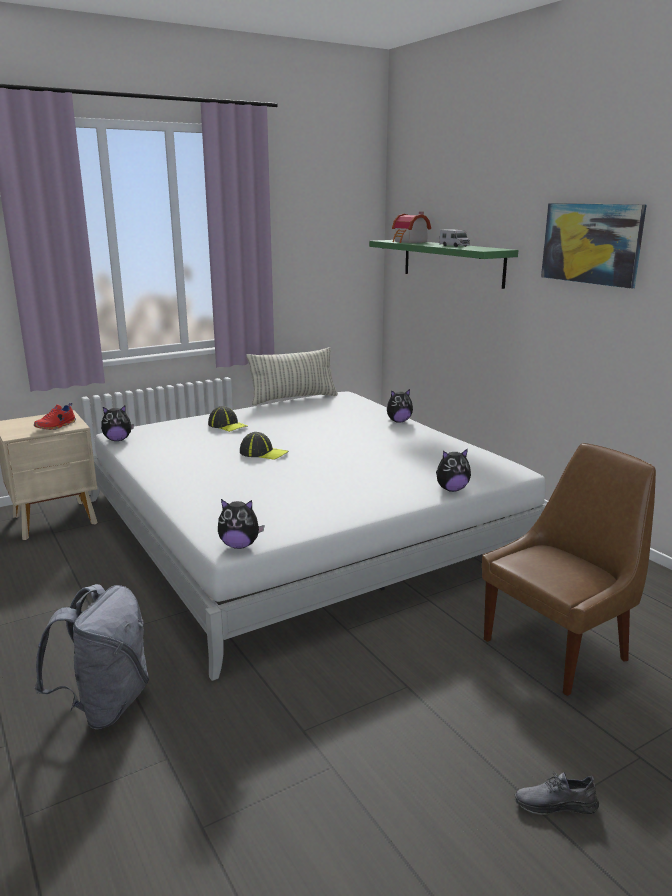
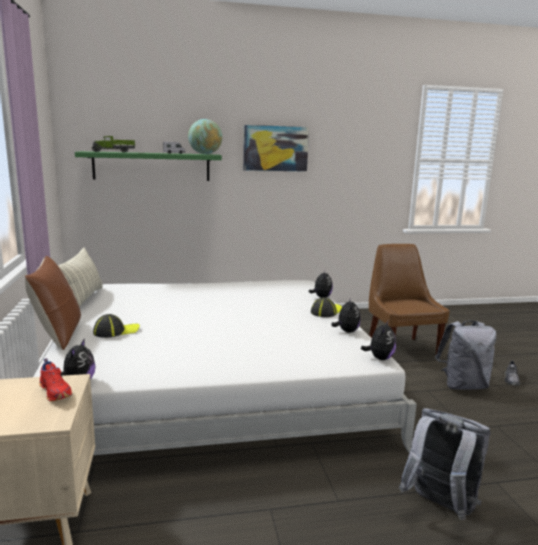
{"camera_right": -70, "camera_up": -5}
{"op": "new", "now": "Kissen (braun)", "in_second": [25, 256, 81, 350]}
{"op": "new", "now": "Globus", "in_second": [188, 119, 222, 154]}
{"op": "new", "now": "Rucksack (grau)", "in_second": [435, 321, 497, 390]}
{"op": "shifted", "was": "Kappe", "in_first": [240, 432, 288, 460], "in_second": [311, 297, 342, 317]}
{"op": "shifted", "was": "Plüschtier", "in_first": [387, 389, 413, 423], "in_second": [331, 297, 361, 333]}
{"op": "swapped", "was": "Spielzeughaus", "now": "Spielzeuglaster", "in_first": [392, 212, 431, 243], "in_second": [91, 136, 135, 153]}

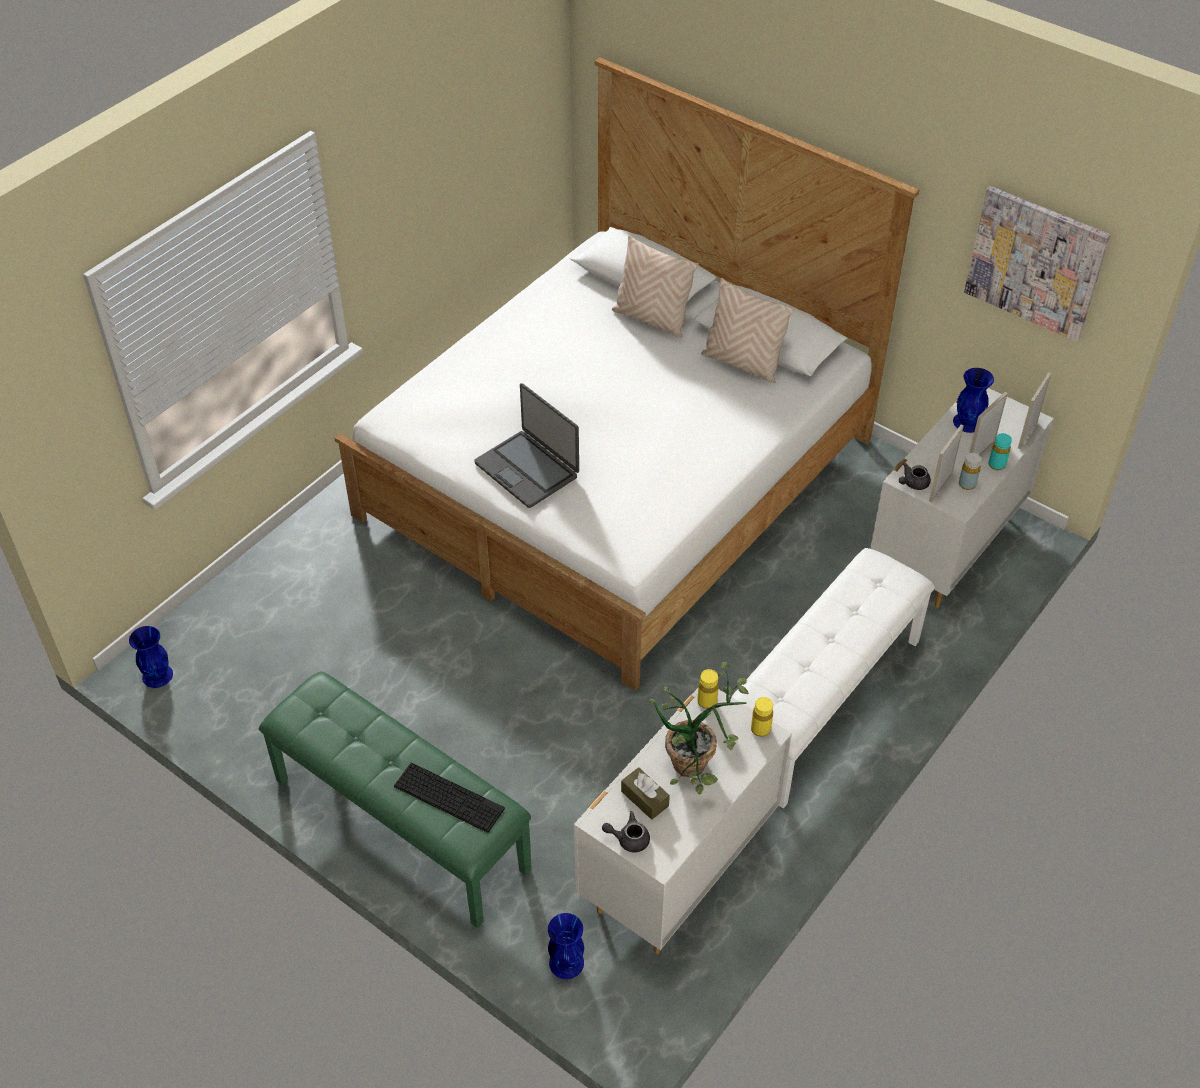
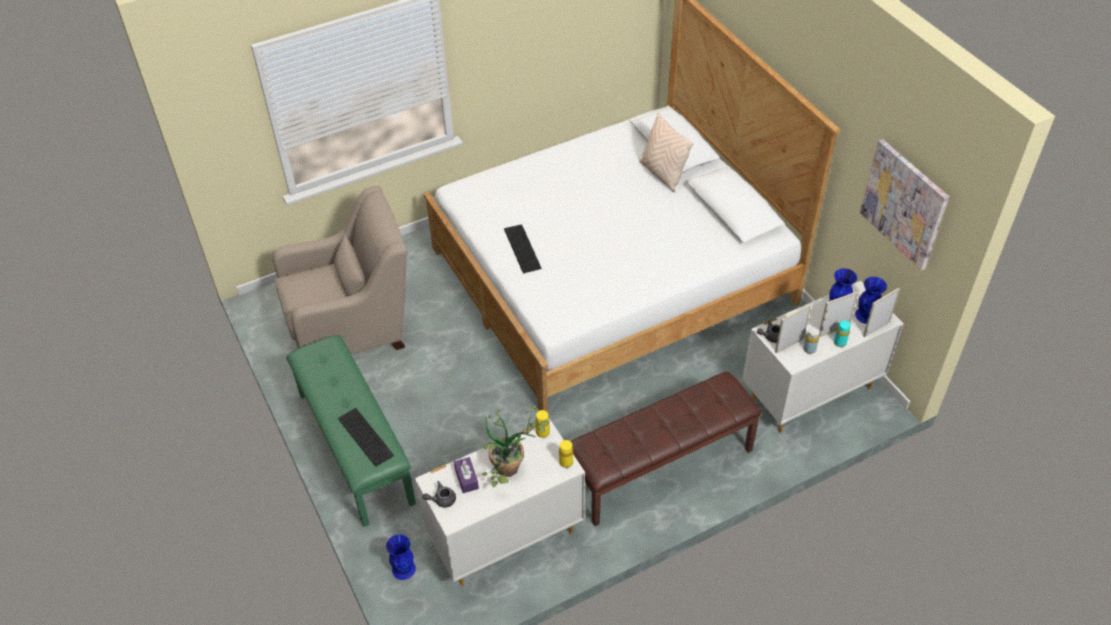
{"camera_right": 25, "camera_up": 0}
{"op": "gone", "was": "Kissen (beige)", "in_first": [701, 278, 795, 383]}
{"op": "new", "now": "Sessel (beige)", "in_second": [273, 186, 407, 354]}
{"op": "shifted", "was": "Vase (blau)", "in_first": [129, 626, 173, 688], "in_second": [855, 277, 887, 324]}
{"op": "swapped", "was": "Laptop", "now": "Tastatur", "in_first": [474, 383, 579, 508], "in_second": [504, 224, 542, 273]}
{"op": "repainted", "was": "Taschentuchbox (braun)", "now": "Taschentuchbox (lila)", "in_first": [621, 767, 670, 820], "in_second": [454, 457, 479, 493]}
{"op": "repainted", "was": "Bank (weiß)", "now": "Bank (braun)", "in_first": [732, 548, 935, 809], "in_second": [571, 372, 762, 526]}
{"op": "rotated", "was": "Teekanne (grau)", "in_first": [602, 811, 650, 853], "in_second": [422, 481, 456, 508], "clockwise": -45}

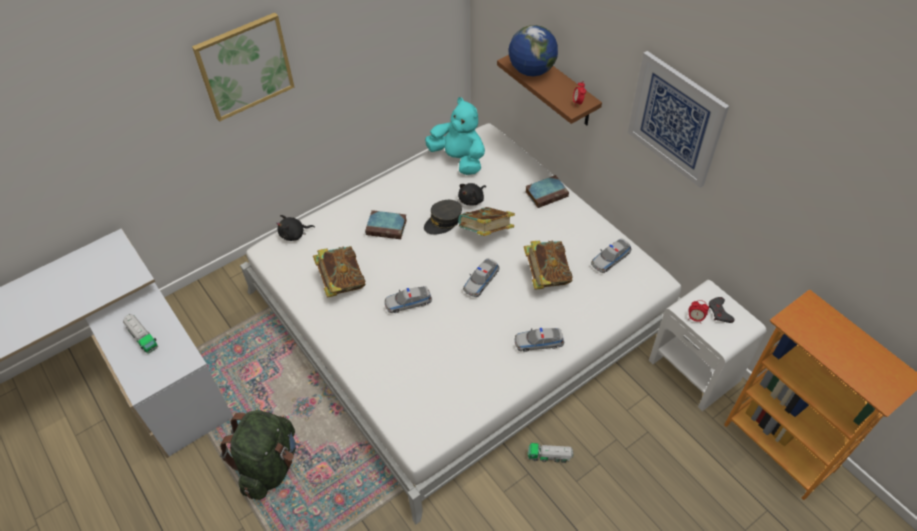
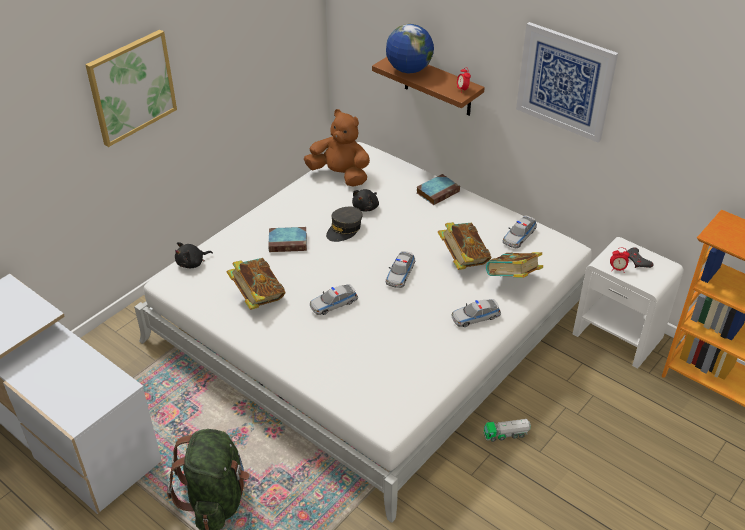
{"camera_right": -15, "camera_up": -10}
{"op": "gone", "was": "Spielzeuglaster", "in_first": [123, 314, 158, 354]}
{"op": "shifted", "was": "Buch", "in_first": [458, 207, 515, 236], "in_second": [486, 252, 543, 278]}
{"op": "repainted", "was": "Plüschtier (türkis)", "now": "Plüschtier (braun)", "in_first": [425, 97, 485, 175], "in_second": [304, 109, 370, 187]}

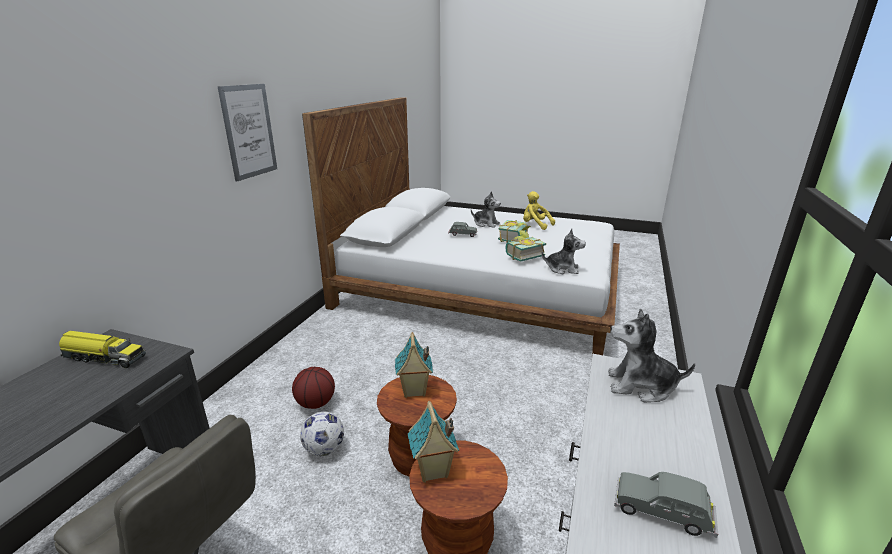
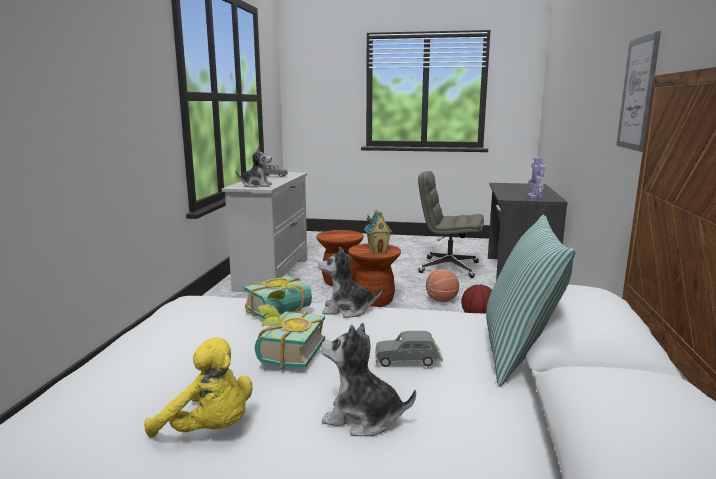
{"camera_right": 170, "camera_up": -10}
{"op": "gone", "was": "Spielzeughaus", "in_first": [408, 401, 459, 483]}
{"op": "new", "now": "Kissen", "in_second": [486, 215, 576, 386]}
{"op": "shifted", "was": "Plüschtier", "in_first": [542, 229, 586, 274], "in_second": [318, 247, 382, 318]}
{"op": "swapped", "was": "Spielzeuglaster", "now": "Spielzeugroboter", "in_first": [59, 331, 146, 368], "in_second": [528, 158, 545, 198]}
{"op": "swapped", "was": "Fußball", "now": "Basketball", "in_first": [300, 411, 344, 456], "in_second": [426, 269, 459, 302]}

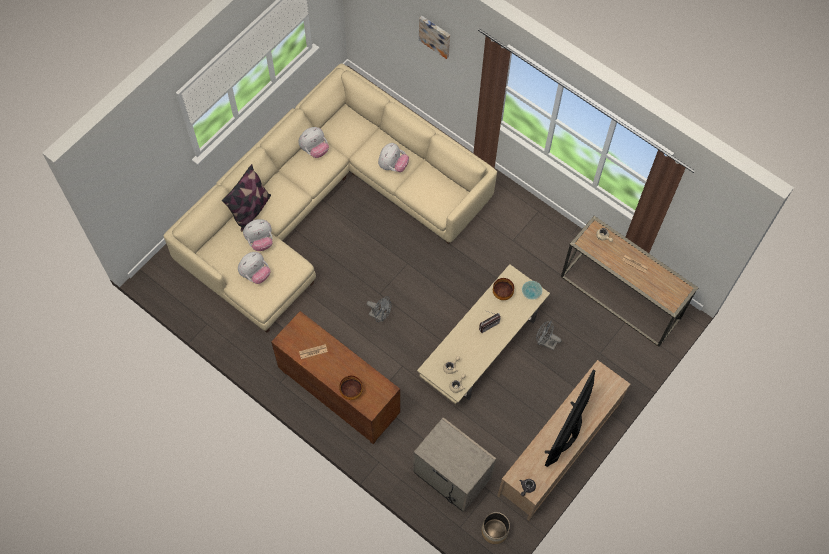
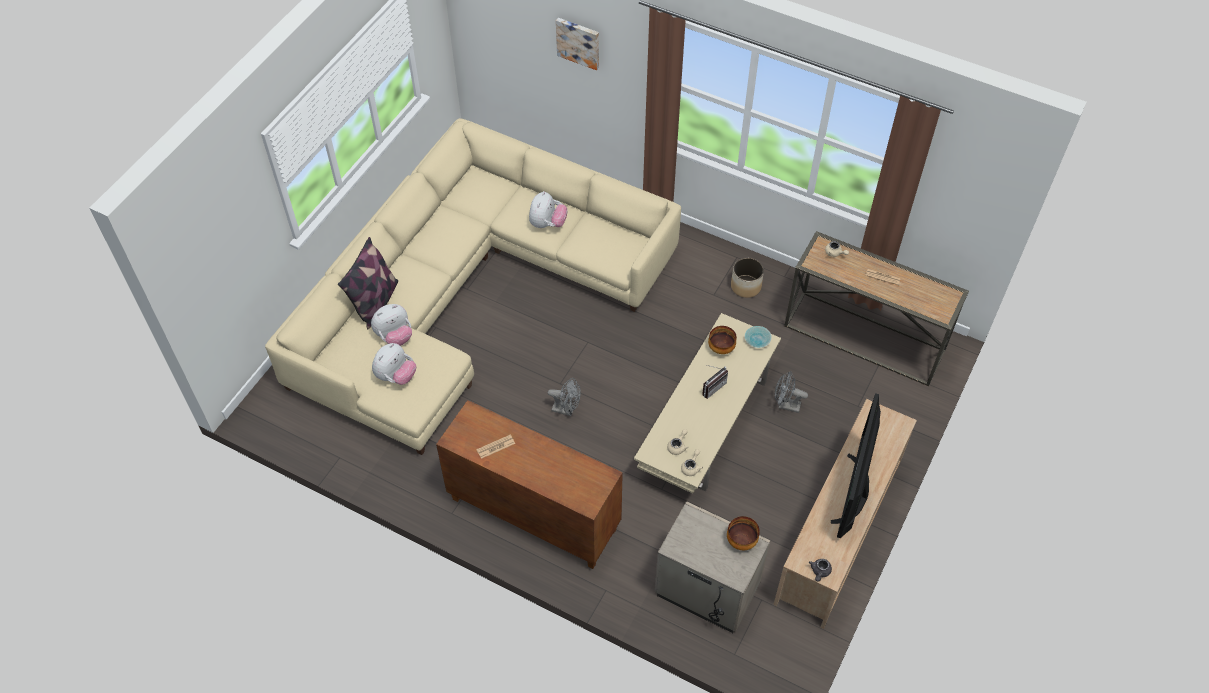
{"camera_right": -10, "camera_up": -10}
{"op": "gone", "was": "Plüschtier", "in_first": [299, 127, 329, 158]}
{"op": "shifted", "was": "Schüssel", "in_first": [339, 376, 363, 400], "in_second": [727, 516, 760, 550]}
{"op": "shifted", "was": "Pflanzkübel", "in_first": [481, 512, 510, 544], "in_second": [731, 258, 764, 298]}

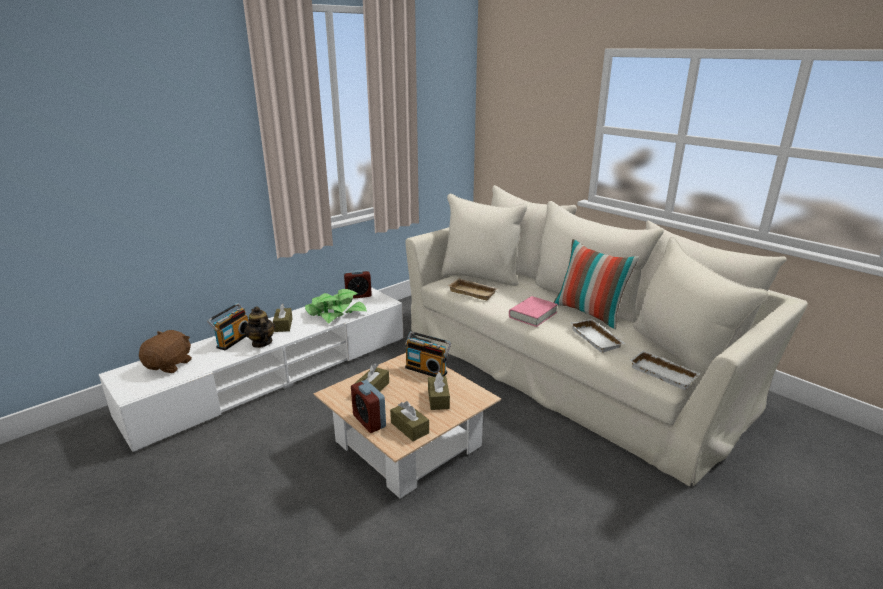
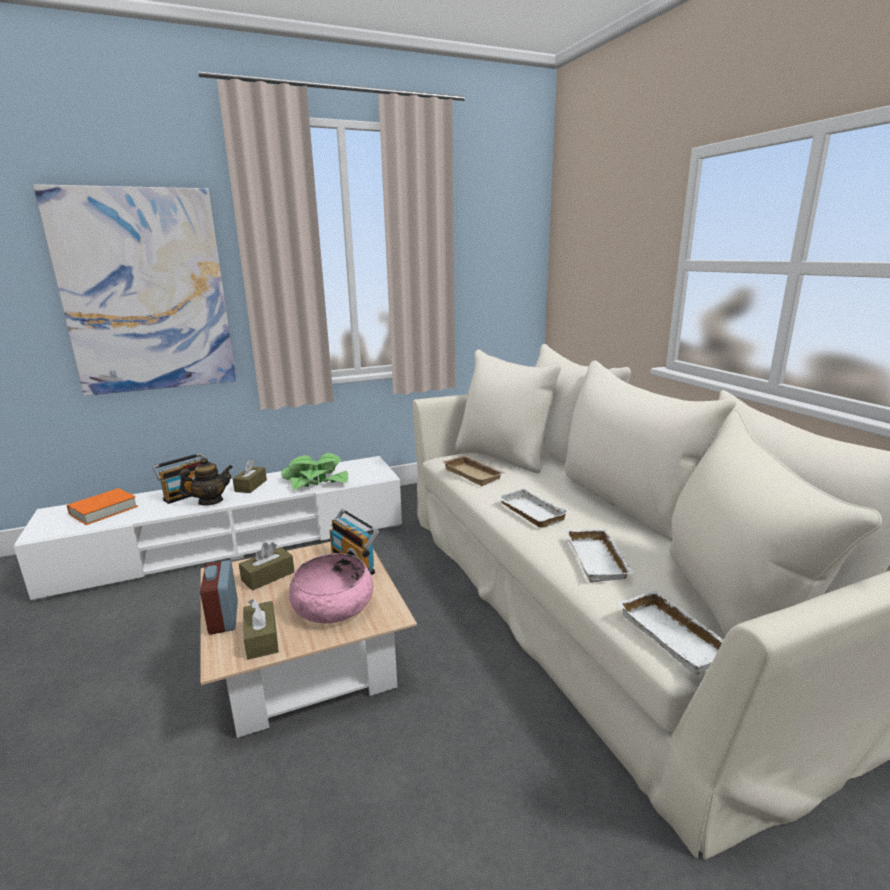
{"camera_right": 20, "camera_up": -5}
{"op": "gone", "was": "Wecker", "in_first": [344, 270, 372, 299]}
{"op": "gone", "was": "Kissen", "in_first": [554, 239, 639, 329]}
{"op": "new", "now": "Bild", "in_second": [33, 184, 236, 396]}
{"op": "swapped", "was": "Plüschtier (braun)", "now": "Buch (orange)", "in_first": [139, 330, 192, 373], "in_second": [67, 488, 138, 525]}
{"op": "swapped", "was": "Taschentuchbox (braun)", "now": "Schüssel (rosa)", "in_first": [428, 372, 450, 410], "in_second": [289, 553, 373, 623]}
{"op": "swapped", "was": "Buch (rosa)", "now": "Tablett (weiß)", "in_first": [509, 296, 558, 327], "in_second": [497, 488, 569, 528]}
{"op": "rotated", "was": "Teekanne", "in_first": [244, 306, 275, 348], "in_second": [179, 457, 233, 505], "clockwise": 75}

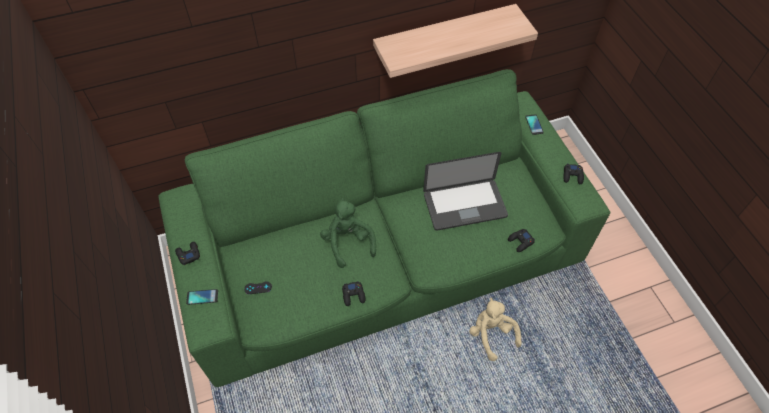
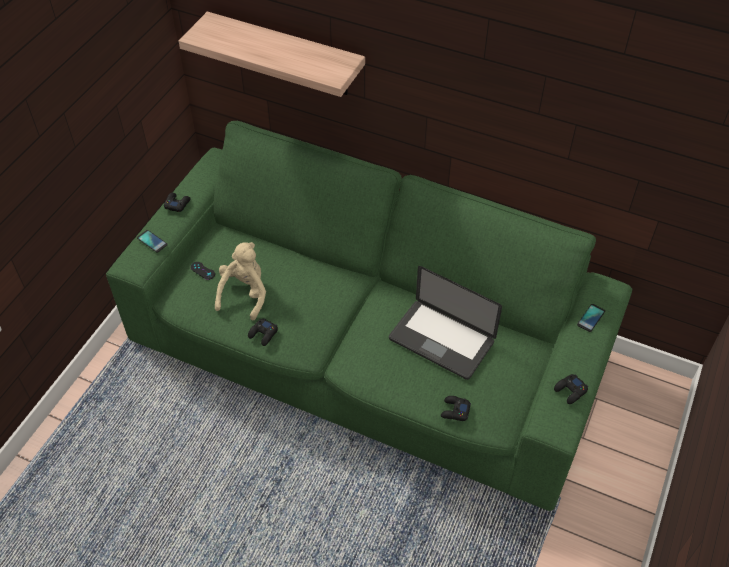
{"camera_right": 45, "camera_up": -5}
{"op": "gone", "was": "Plüschtier (grün)", "in_first": [320, 198, 376, 268]}
{"op": "shifted", "was": "Wandregal", "in_first": [373, 4, 538, 78], "in_second": [179, 11, 365, 97]}
{"op": "shifted", "was": "Plüschtier (beige)", "in_first": [469, 298, 522, 361], "in_second": [215, 242, 266, 321]}

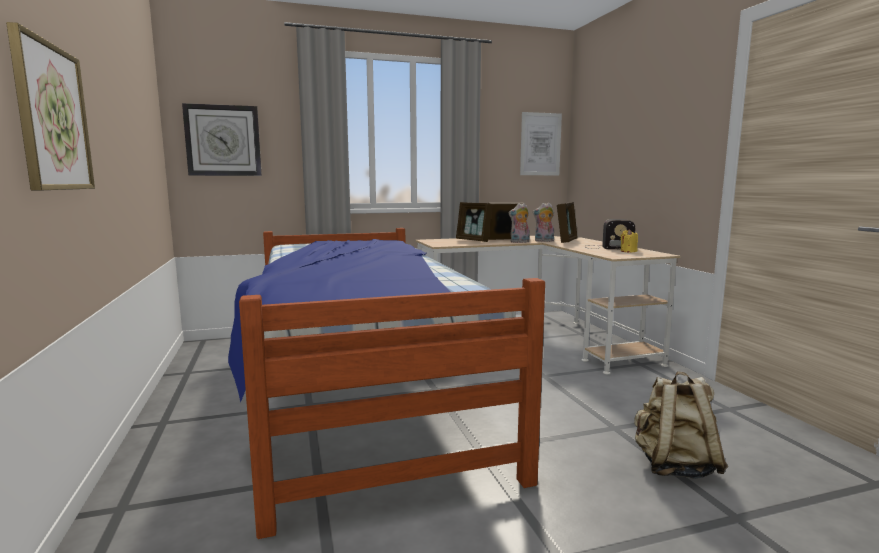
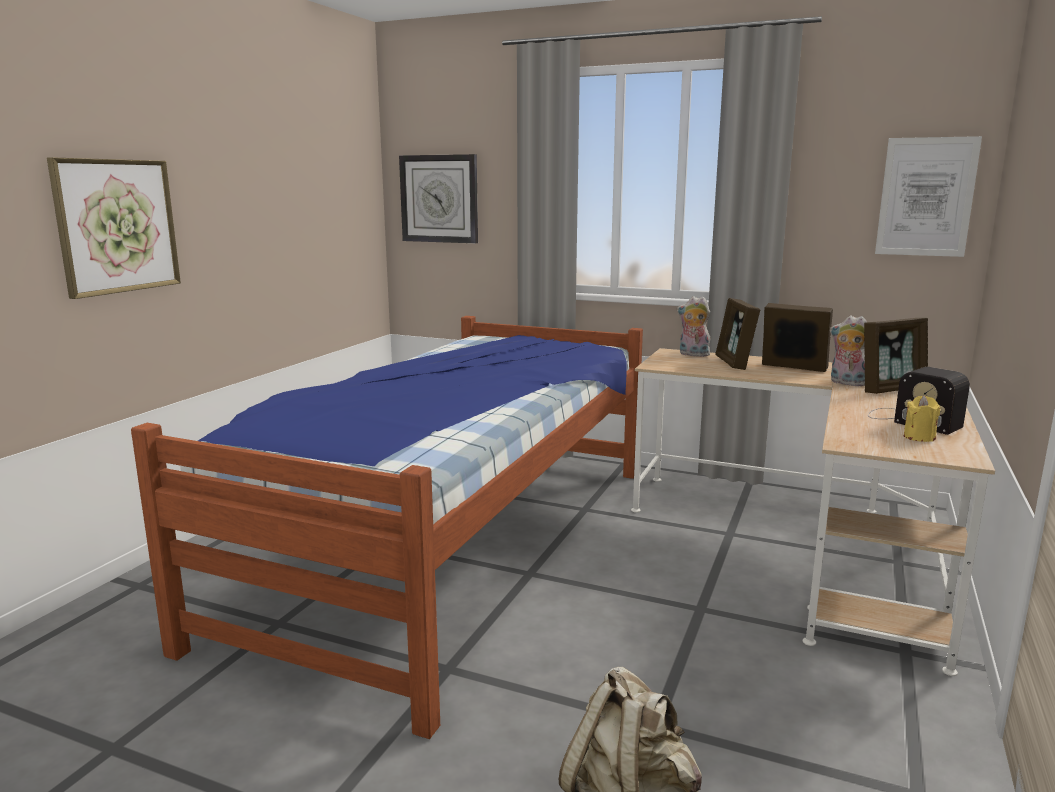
{"camera_right": 40, "camera_up": 5}
{"op": "shifted", "was": "Plüschtier", "in_first": [508, 203, 530, 243], "in_second": [677, 296, 710, 357]}

